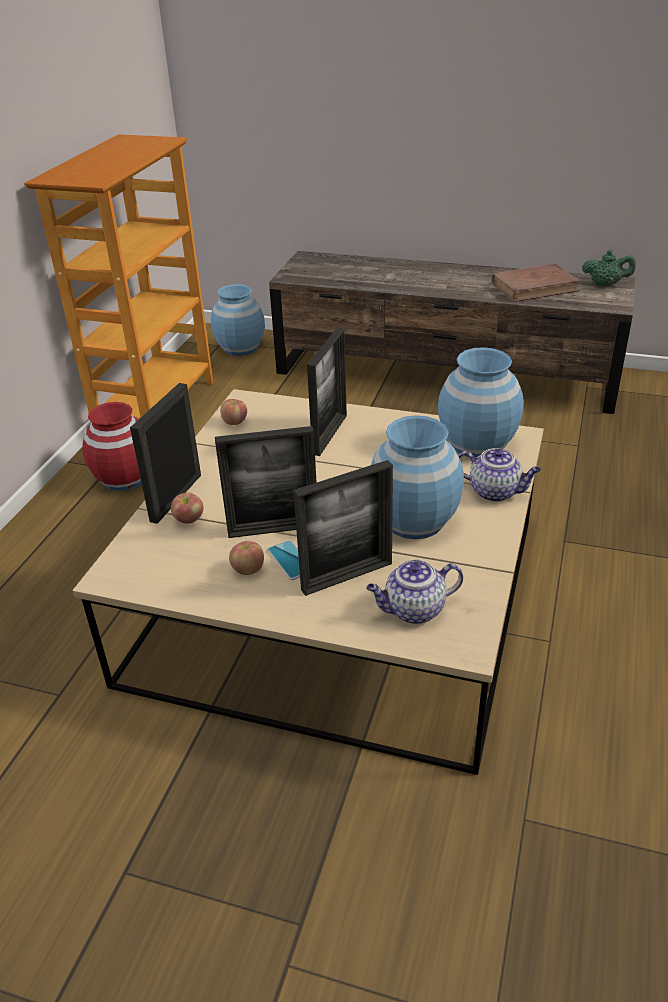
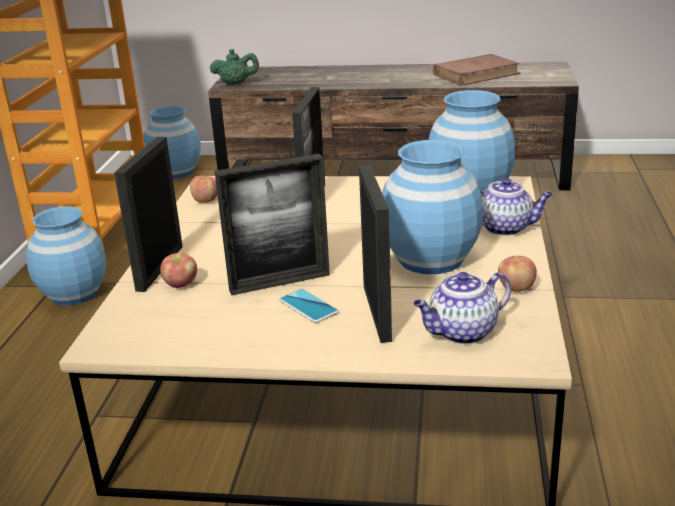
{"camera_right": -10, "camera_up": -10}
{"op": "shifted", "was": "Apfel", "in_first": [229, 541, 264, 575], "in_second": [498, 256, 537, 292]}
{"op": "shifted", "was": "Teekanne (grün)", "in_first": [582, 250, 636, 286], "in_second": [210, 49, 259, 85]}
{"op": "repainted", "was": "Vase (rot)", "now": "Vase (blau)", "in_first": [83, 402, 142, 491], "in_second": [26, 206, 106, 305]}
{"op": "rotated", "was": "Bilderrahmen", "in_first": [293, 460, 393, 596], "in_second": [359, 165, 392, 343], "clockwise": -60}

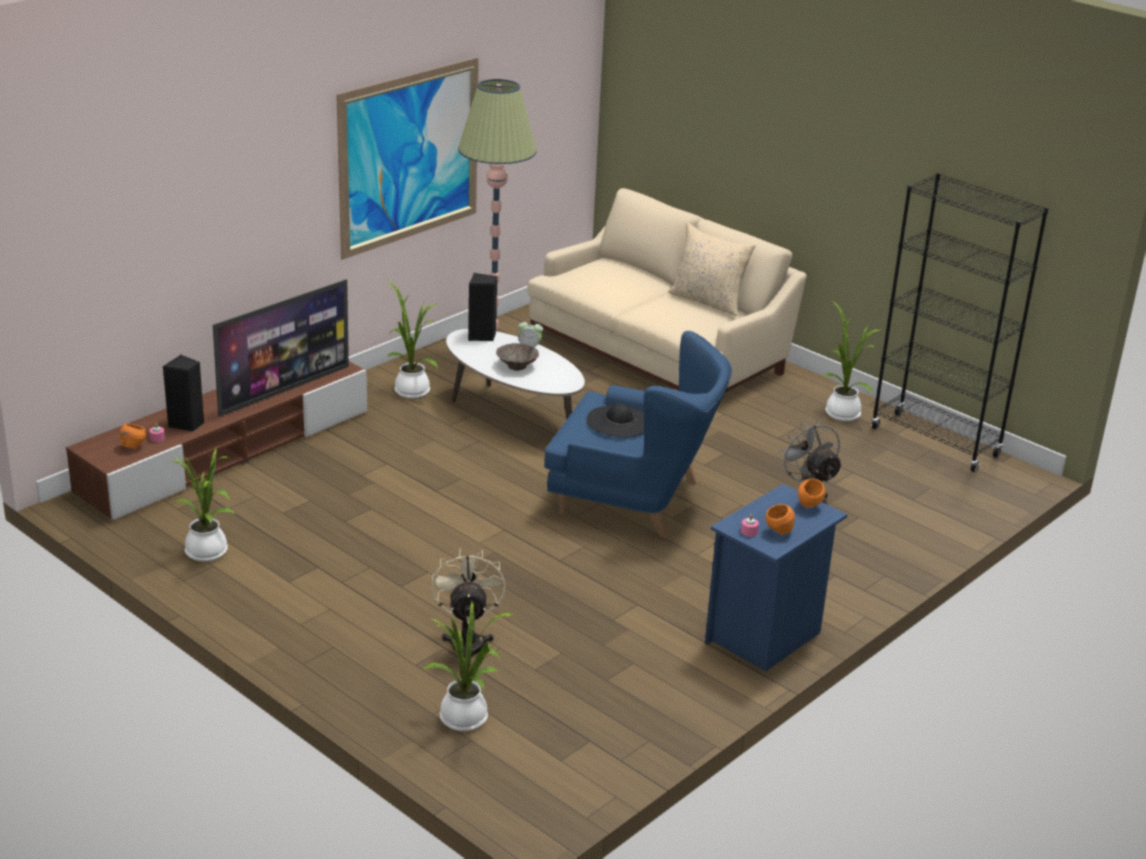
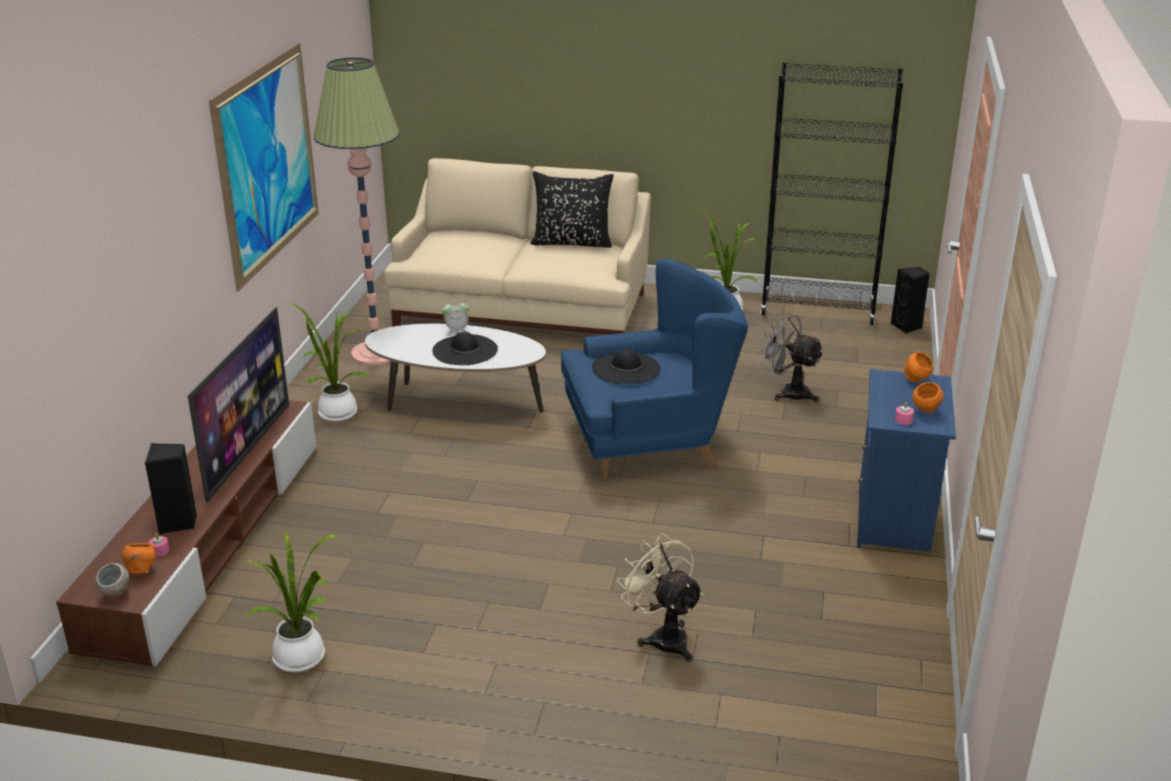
{"camera_right": -30, "camera_up": 0}
{"op": "gone", "was": "Topfpflanze", "in_first": [423, 600, 515, 731]}
{"op": "new", "now": "Schüssel (grau)", "in_second": [95, 563, 129, 596]}
{"op": "shifted", "was": "Lautsprecher (schwarz)", "in_first": [468, 273, 497, 341], "in_second": [891, 267, 930, 334]}
{"op": "swapped", "was": "Schüssel (braun)", "now": "Hut (schwarz)", "in_first": [496, 343, 539, 371], "in_second": [432, 332, 498, 365]}
{"op": "repainted", "was": "Kissen (beige)", "now": "Kissen (schwarz)", "in_first": [668, 223, 756, 316], "in_second": [530, 171, 614, 248]}

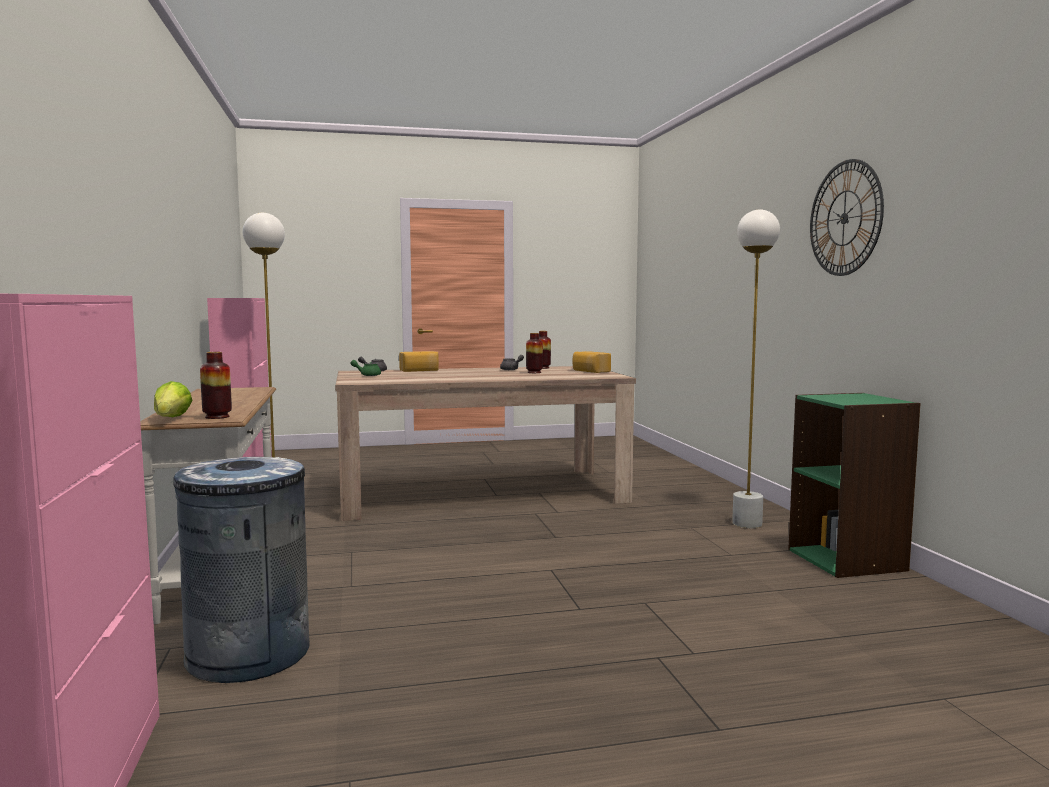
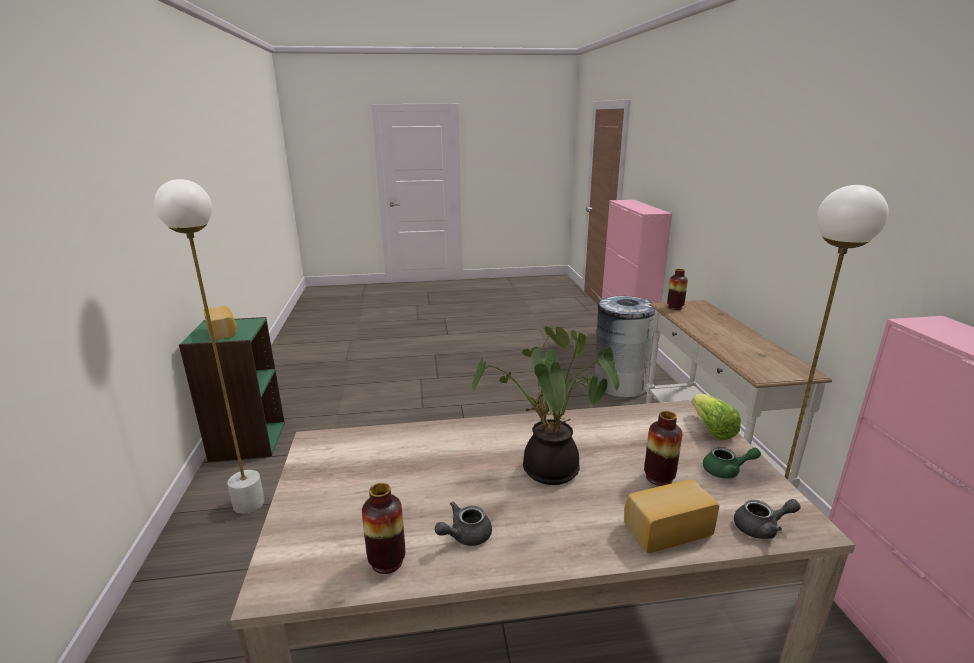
{"camera_right": -175, "camera_up": 15}
{"op": "gone", "was": "Wanduhr", "in_first": [810, 159, 884, 276]}
{"op": "new", "now": "Topfpflanze", "in_second": [472, 327, 620, 485]}
{"op": "shifted", "was": "Salatkopf", "in_first": [154, 381, 193, 417], "in_second": [692, 394, 741, 440]}
{"op": "shifted", "was": "Vase", "in_first": [526, 333, 543, 373], "in_second": [644, 411, 683, 486]}
{"op": "shifted", "was": "Brot", "in_first": [572, 351, 611, 373], "in_second": [203, 306, 237, 340]}

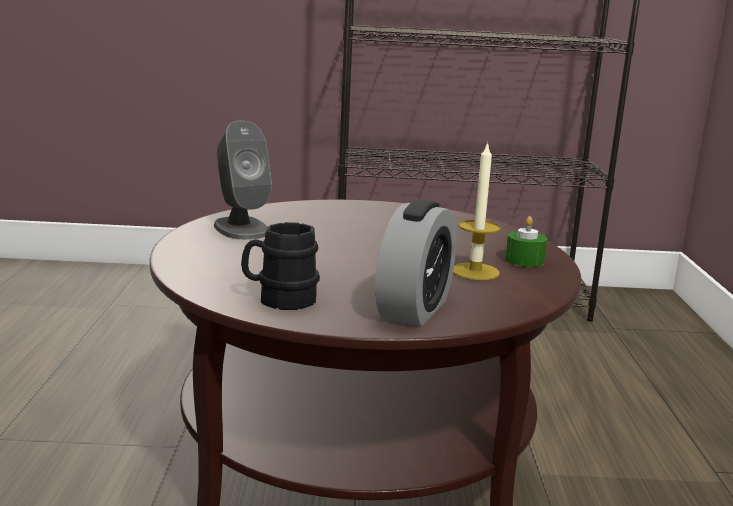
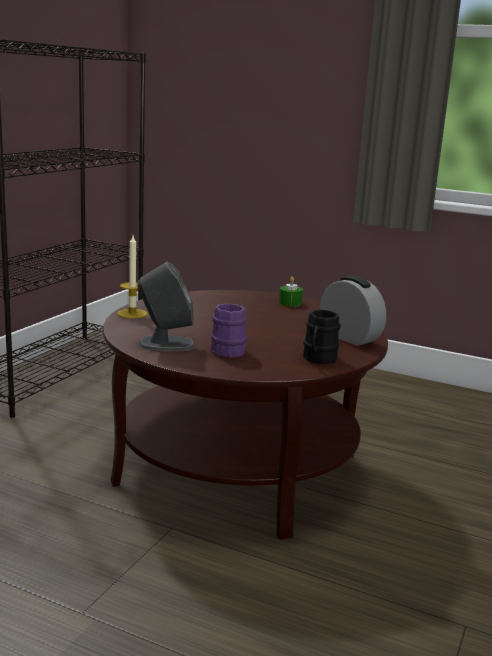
{"camera_right": -65, "camera_up": 0}
{"op": "new", "now": "Henkelbecher (lila)", "in_second": [211, 304, 247, 358]}
{"op": "shifted", "was": "Kerze", "in_first": [453, 141, 501, 280], "in_second": [117, 236, 147, 318]}

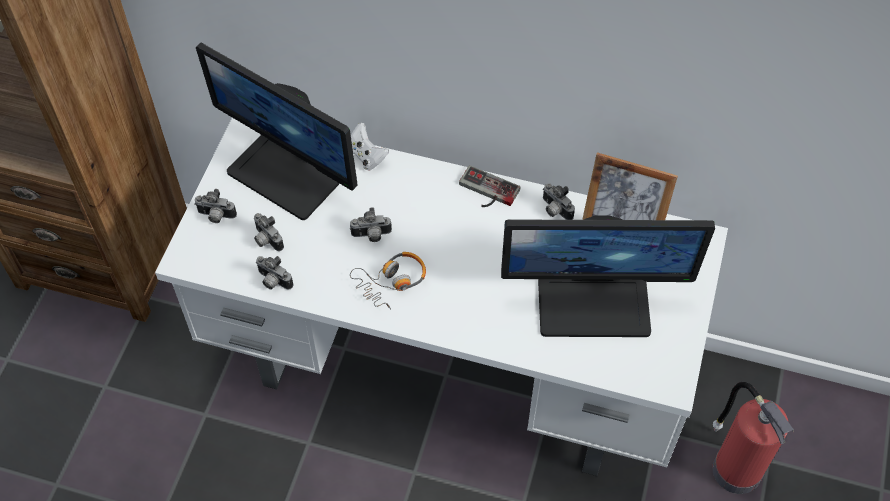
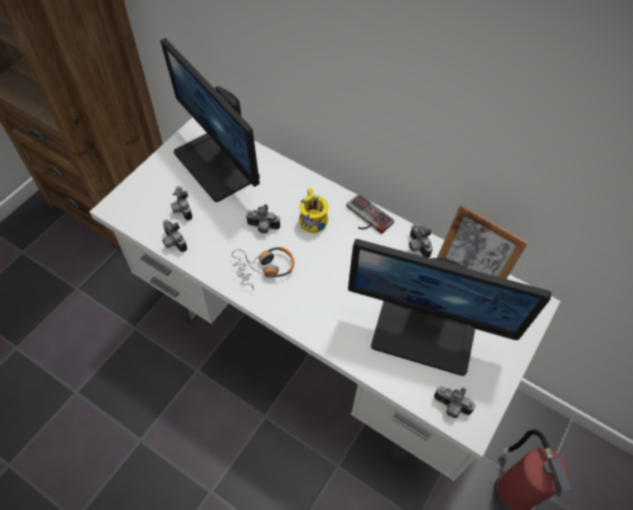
{"camera_right": 15, "camera_up": 0}
{"op": "gone", "was": "Gamepad (weiß)", "in_first": [351, 123, 389, 170]}
{"op": "new", "now": "Henkelbecher (gelb)", "in_second": [299, 188, 329, 233]}
{"op": "shifted", "was": "Kamera", "in_first": [194, 189, 237, 223], "in_second": [434, 386, 475, 418]}

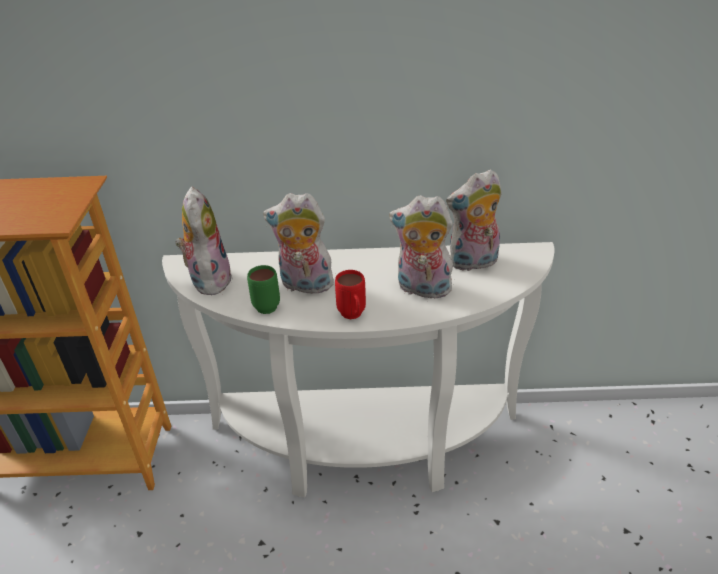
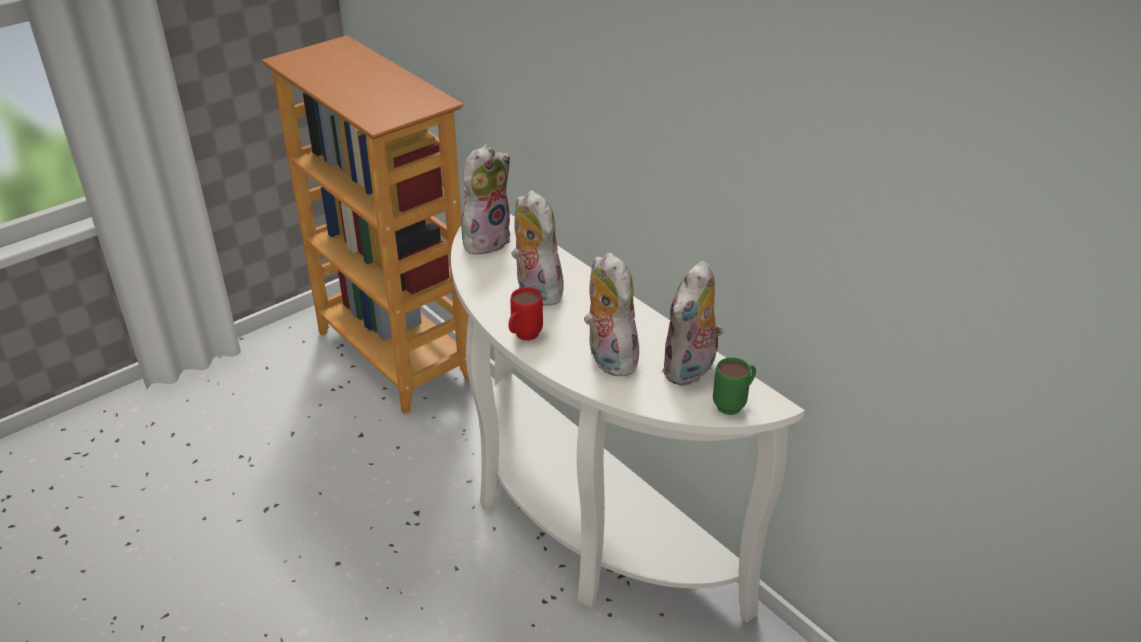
{"camera_right": 50, "camera_up": 0}
{"op": "shifted", "was": "Henkelbecher (grün)", "in_first": [247, 265, 280, 314], "in_second": [713, 357, 756, 415]}
{"op": "rotated", "was": "Plüschtier", "in_first": [446, 169, 502, 271], "in_second": [662, 261, 723, 386], "clockwise": -90}

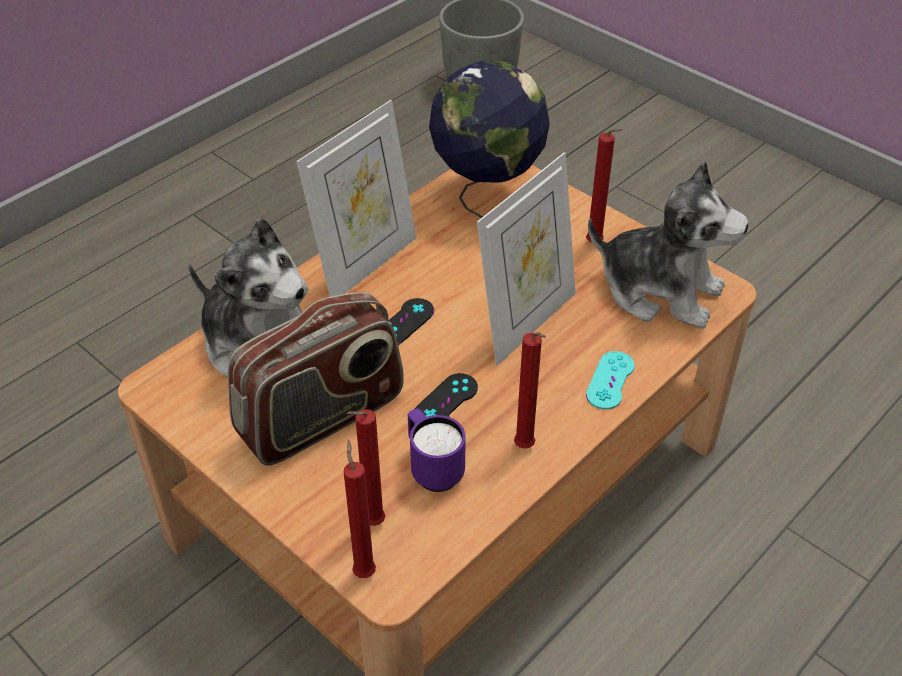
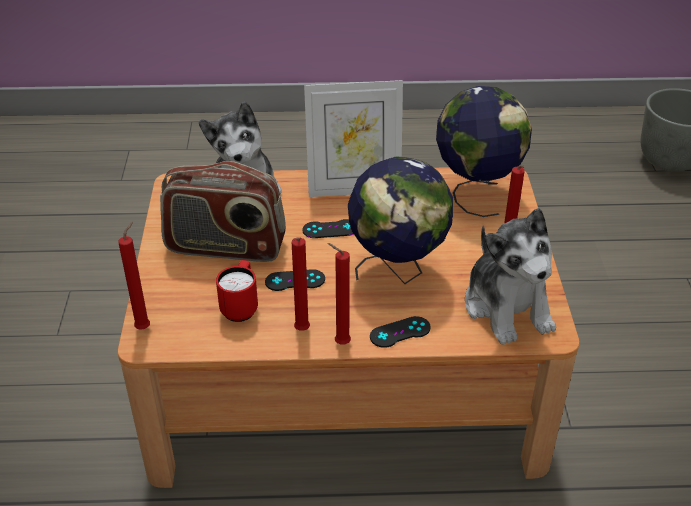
{"camera_right": 45, "camera_up": -5}
{"op": "shifted", "was": "Kerze (rot)", "in_first": [347, 409, 385, 526], "in_second": [328, 243, 351, 345]}
{"op": "swapped", "was": "Bilderrahmen", "now": "Globus", "in_first": [477, 152, 576, 366], "in_second": [348, 156, 453, 284]}
{"op": "repainted", "was": "Henkelbecher (lila)", "now": "Henkelbecher (rot)", "in_first": [408, 408, 466, 492], "in_second": [216, 260, 258, 322]}
{"op": "repainted", "was": "Gamepad (türkis)", "now": "Gamepad (schwarz)", "in_first": [586, 351, 635, 410], "in_second": [370, 316, 431, 348]}

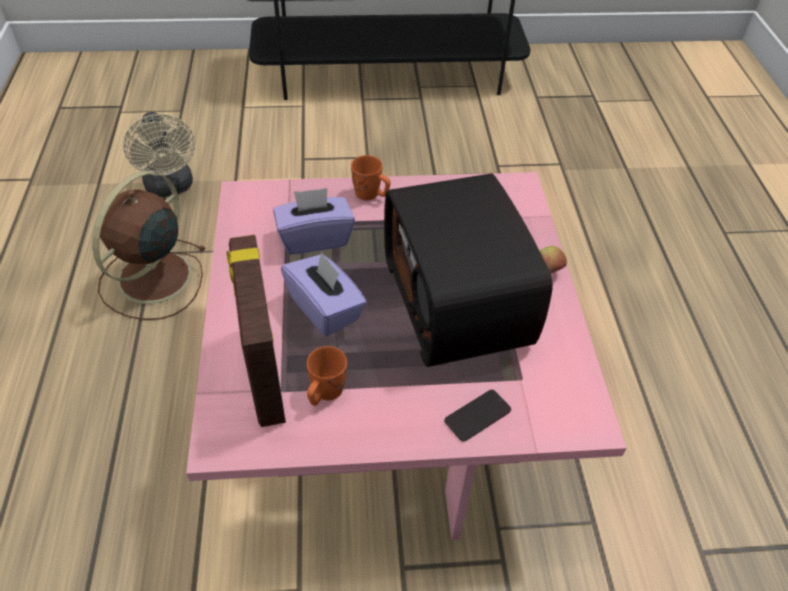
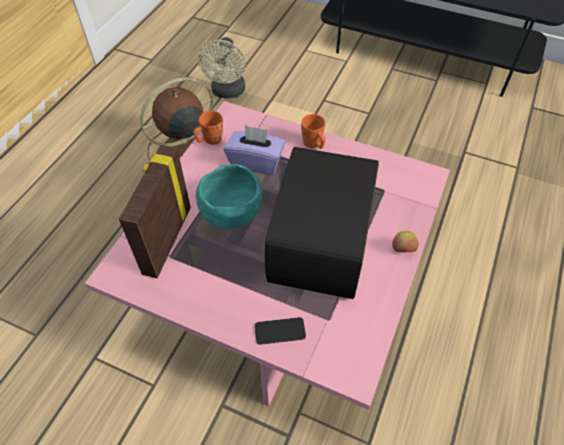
{"camera_right": 30, "camera_up": 5}
{"op": "shifted", "was": "Henkelbecher (orange)", "in_first": [307, 346, 347, 406], "in_second": [193, 111, 223, 145]}
{"op": "swapped", "was": "Taschentuchbox (lila)", "now": "Schüssel (türkis)", "in_first": [281, 252, 367, 336], "in_second": [196, 164, 262, 229]}

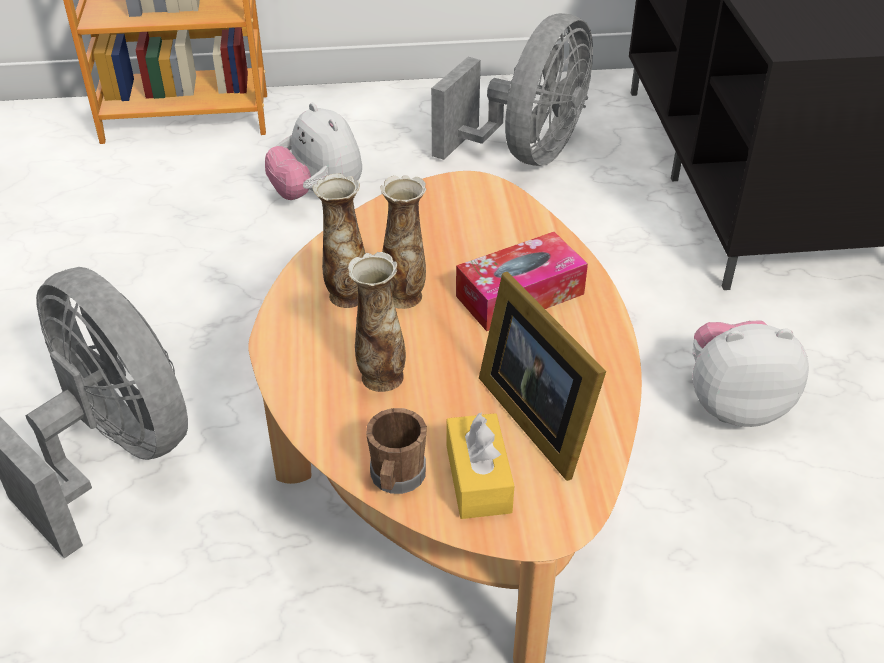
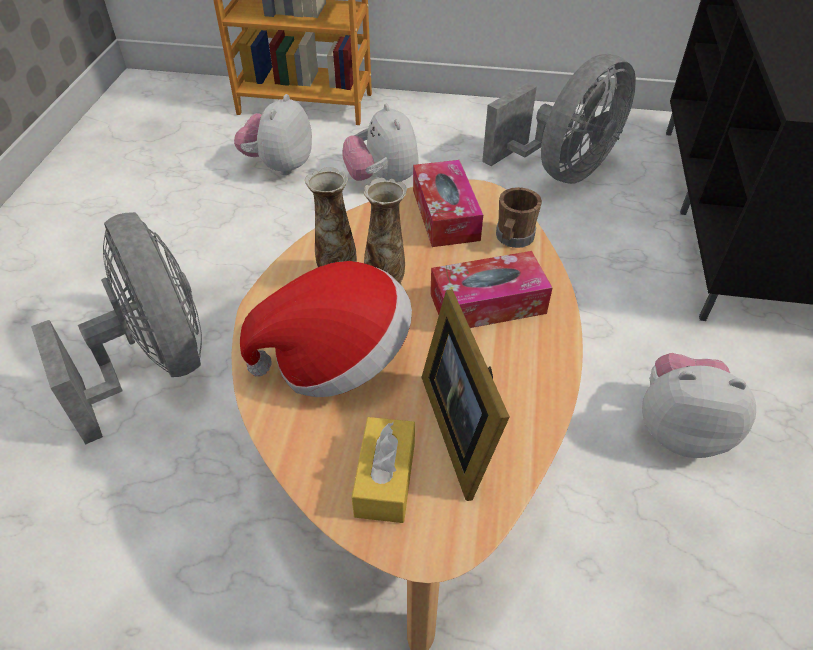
{"camera_right": 15, "camera_up": 5}
{"op": "new", "now": "Plüschtier", "in_second": [234, 94, 312, 175]}
{"op": "new", "now": "Taschentuchbox", "in_second": [413, 160, 483, 247]}
{"op": "shifted", "was": "Henkelbecher (braun)", "in_first": [366, 408, 427, 494], "in_second": [496, 187, 542, 248]}
{"op": "swapped", "was": "Vase", "now": "Hut", "in_first": [348, 252, 406, 392], "in_second": [240, 261, 412, 397]}

